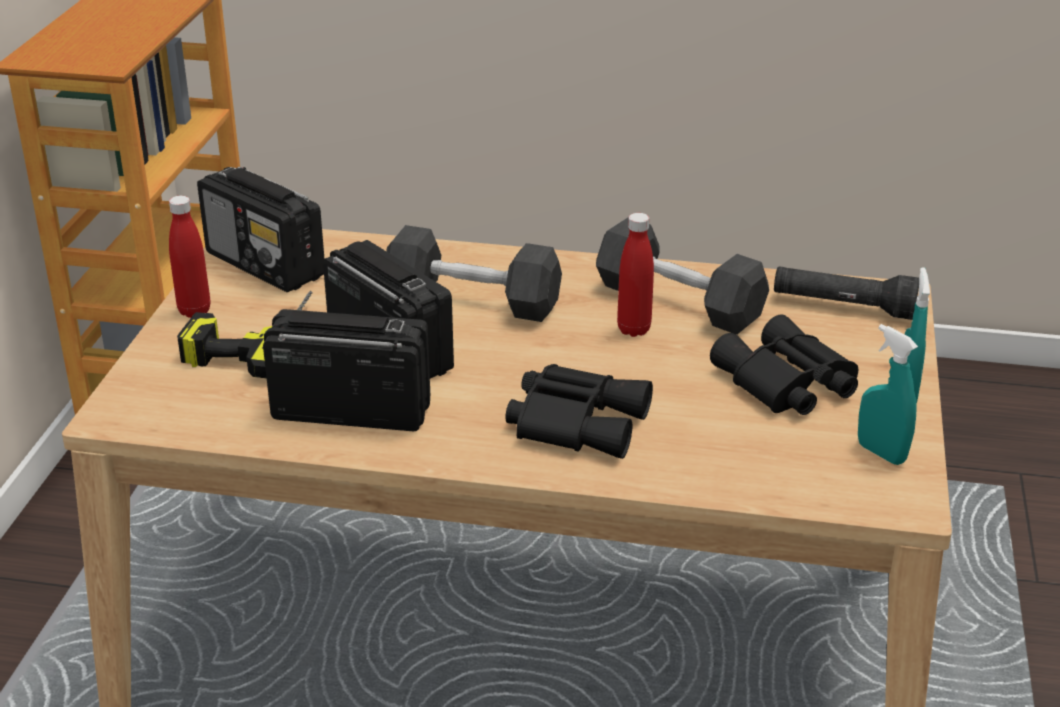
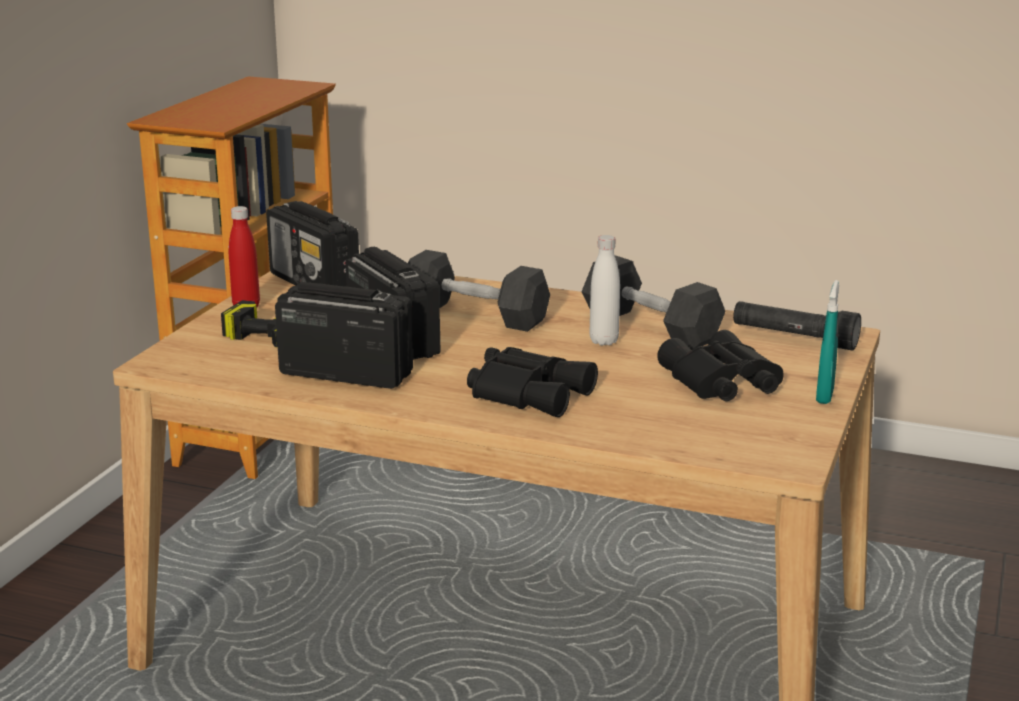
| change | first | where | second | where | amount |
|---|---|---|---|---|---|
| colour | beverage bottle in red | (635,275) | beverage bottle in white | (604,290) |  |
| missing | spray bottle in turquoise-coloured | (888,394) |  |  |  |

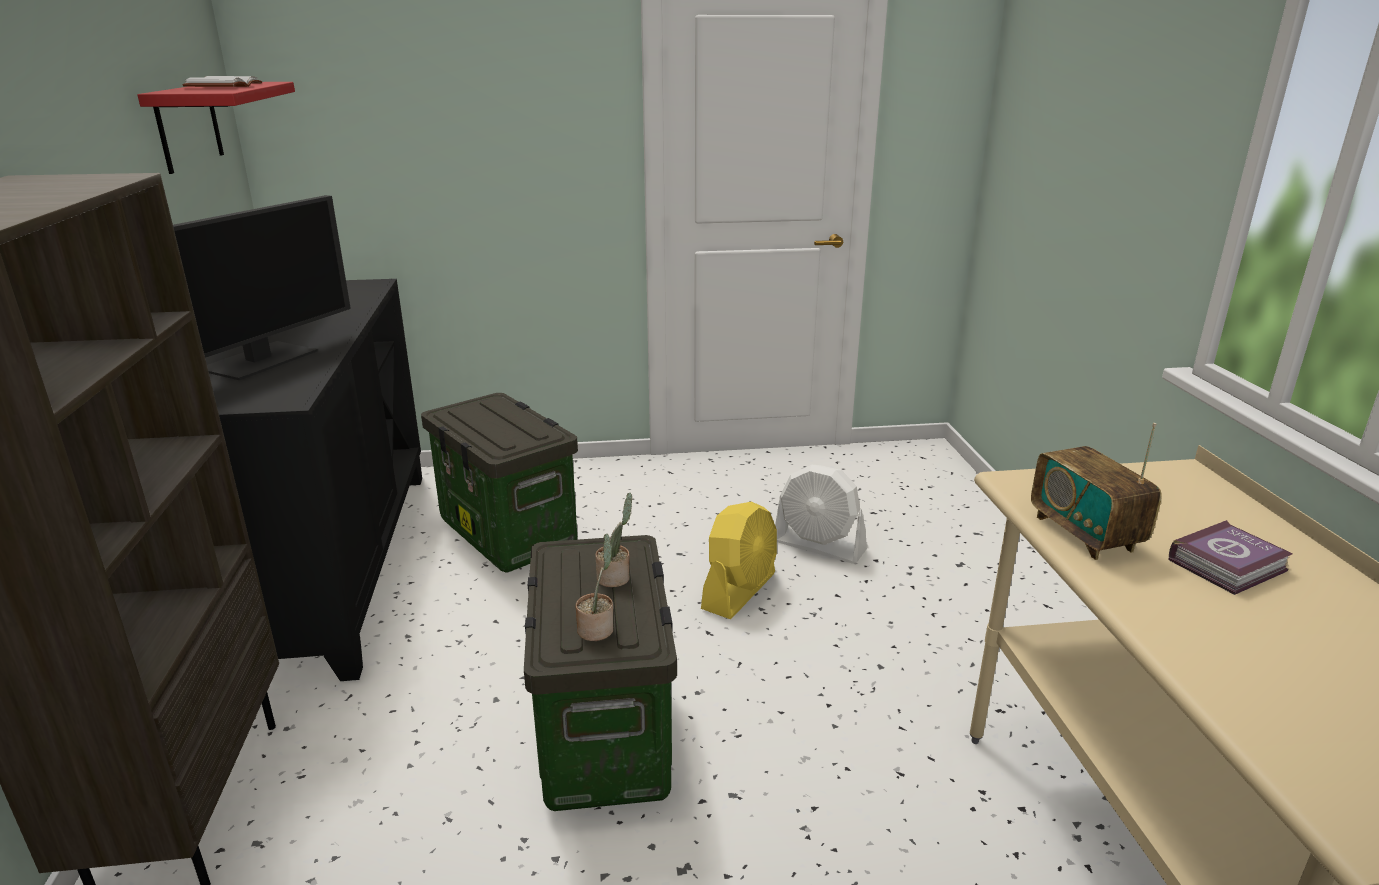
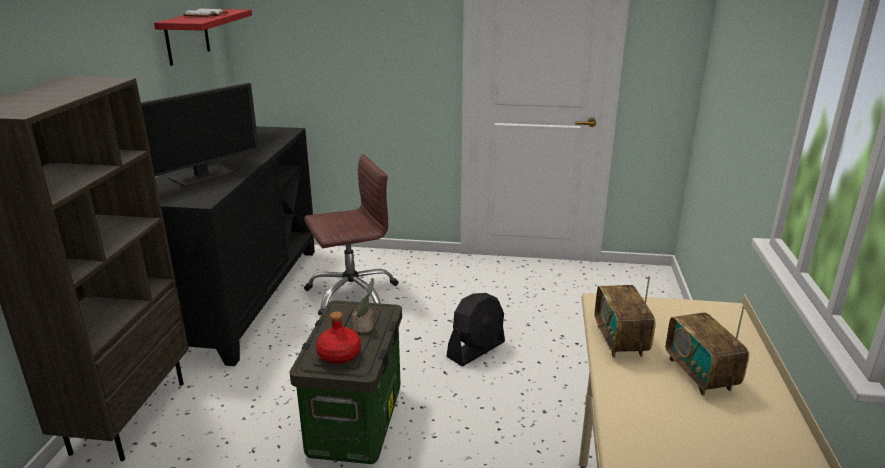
| change | first | where | second | where | amount |
|---|---|---|---|---|---|
| exchanged | storage container | (499,483) | office chair in brown-coloured | (351,234) |  |
| exchanged | potted plant | (594,587) | beverage bottle in red | (338,337) |  |
| colour | fan in yellow-coloured | (739,560) | fan in blackish | (475,329) |  |
| missing | fan in white | (821,514) |  |  |  |
| exchanged | volume | (1231,557) | radio set | (707,351) |  |

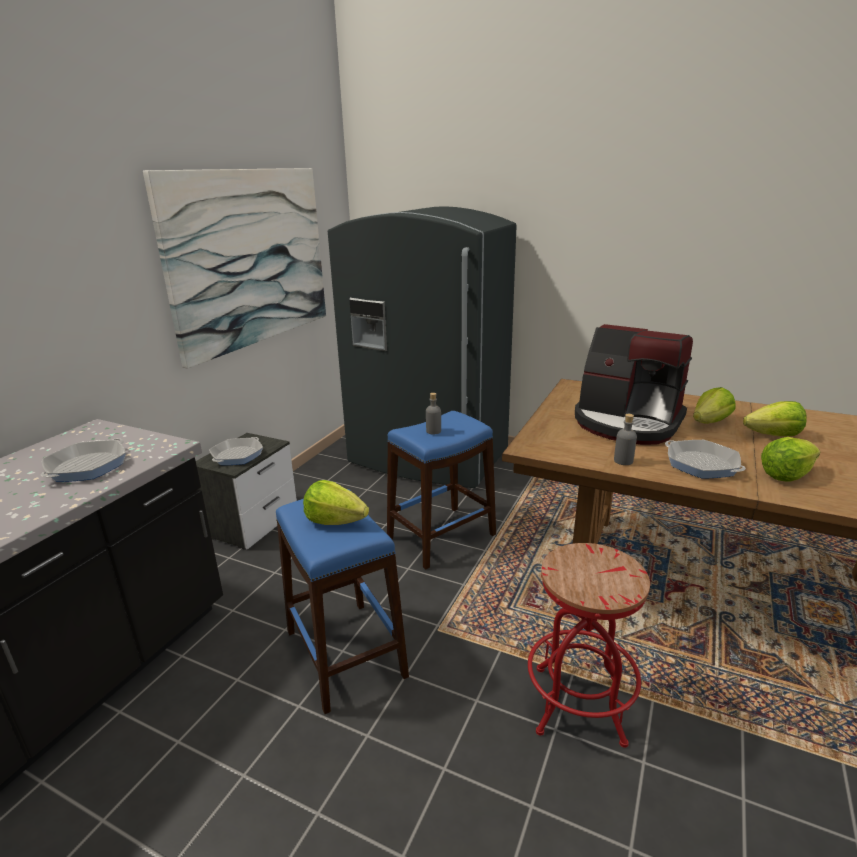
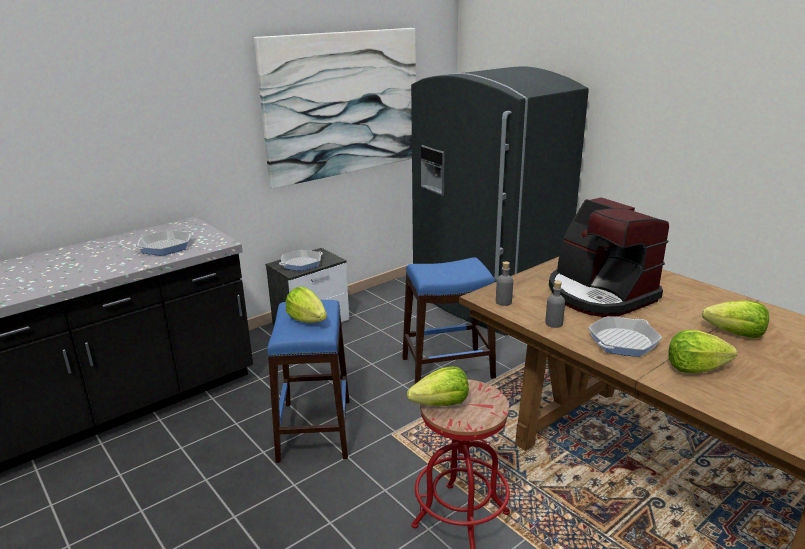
| change | first | where | second | where | amount |
|---|---|---|---|---|---|
| relocated | beverage bottle in grey | (433,413) |  | (504,283) |  |
| spun | skillet | (705,459) |  | (625,336) | 60 degrees clockwise |
| relocated | lettuce | (714,405) |  | (438,386) |  |

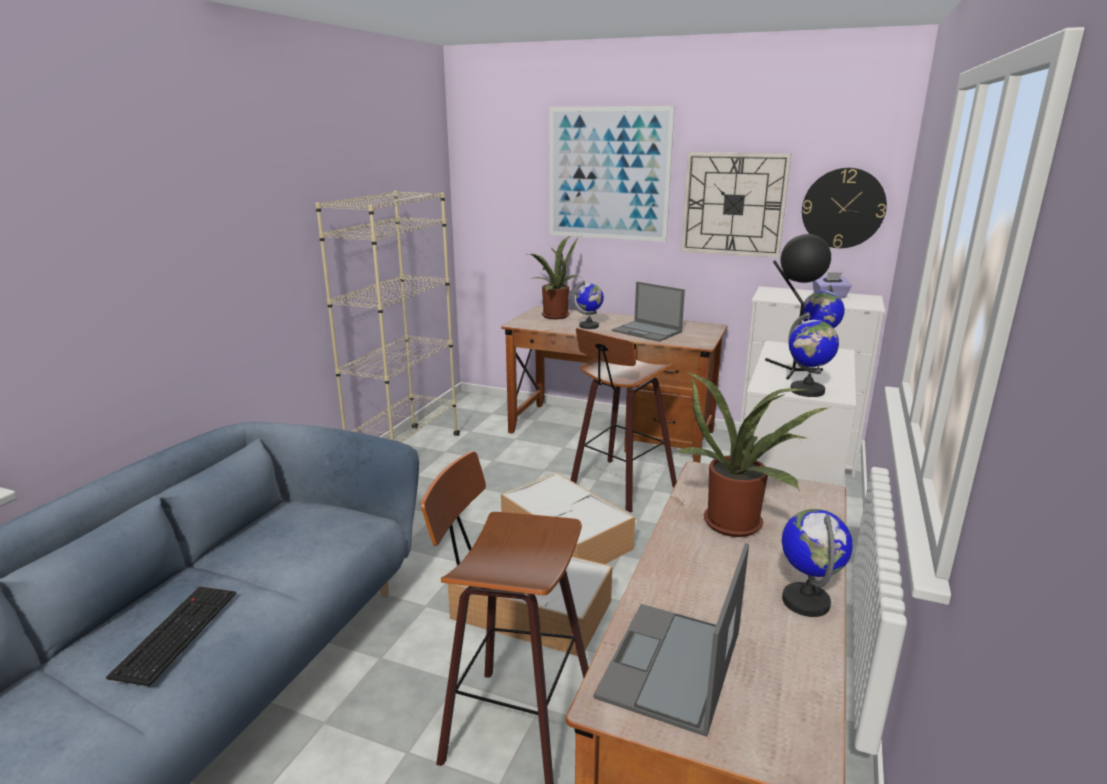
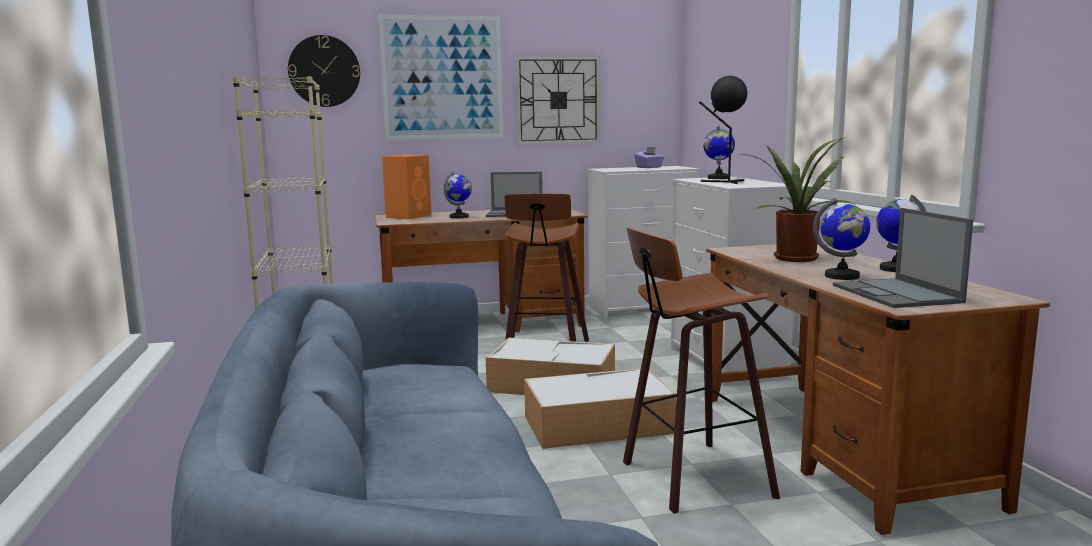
| change | first | where | second | where | amount |
|---|---|---|---|---|---|
| missing | keyboard | (171,636) |  |  |  |
| exchanged | potted plant | (555,277) | speaker in orange-coloured | (407,187) |  |
| relocated | globe | (813,354) |  | (841,239) |  |
| relocated | clock on the wall | (844,208) |  | (324,71) |  |

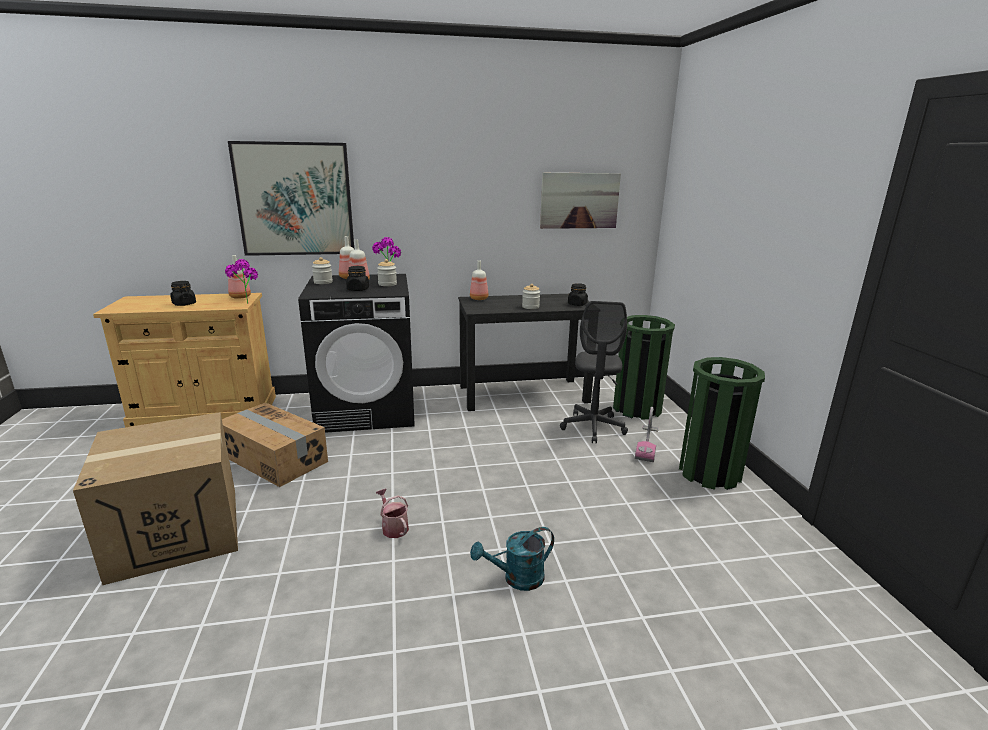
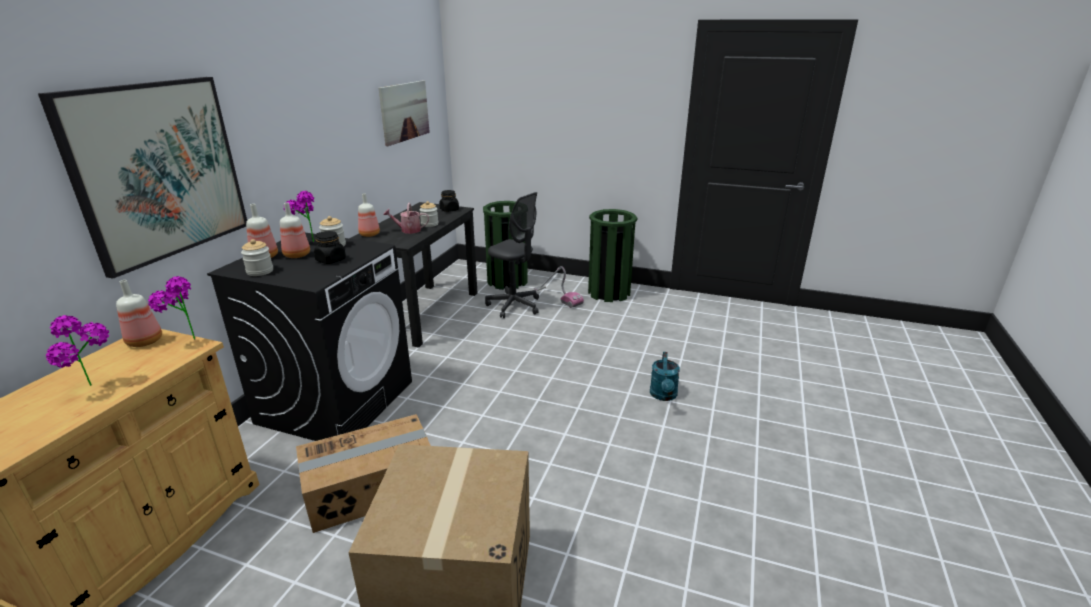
| change | first | where | second | where | amount |
|---|---|---|---|---|---|
| exchanged | storage jar in blackish | (183,293) | potted plant | (77,350) |  |
| relocated | watering can | (392,513) |  | (406,218) |  |

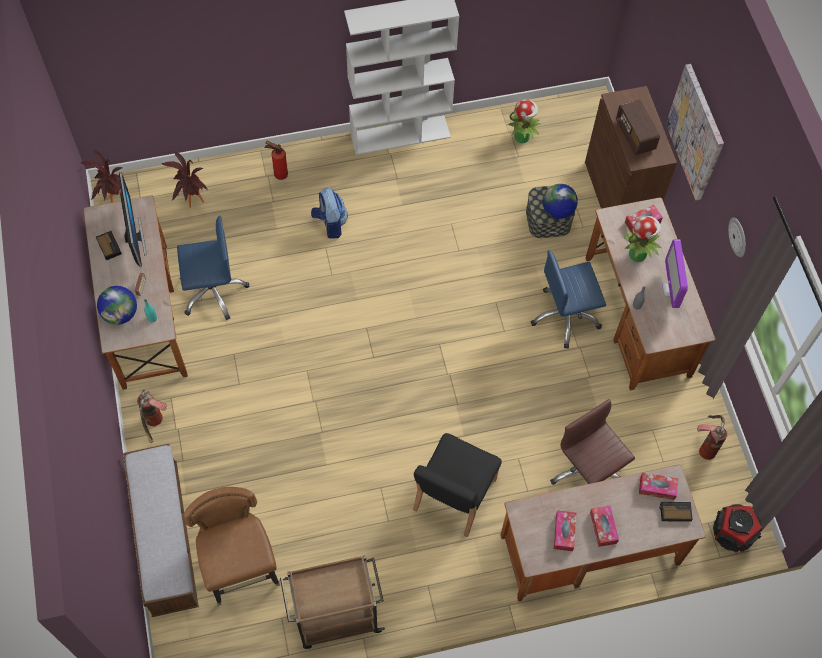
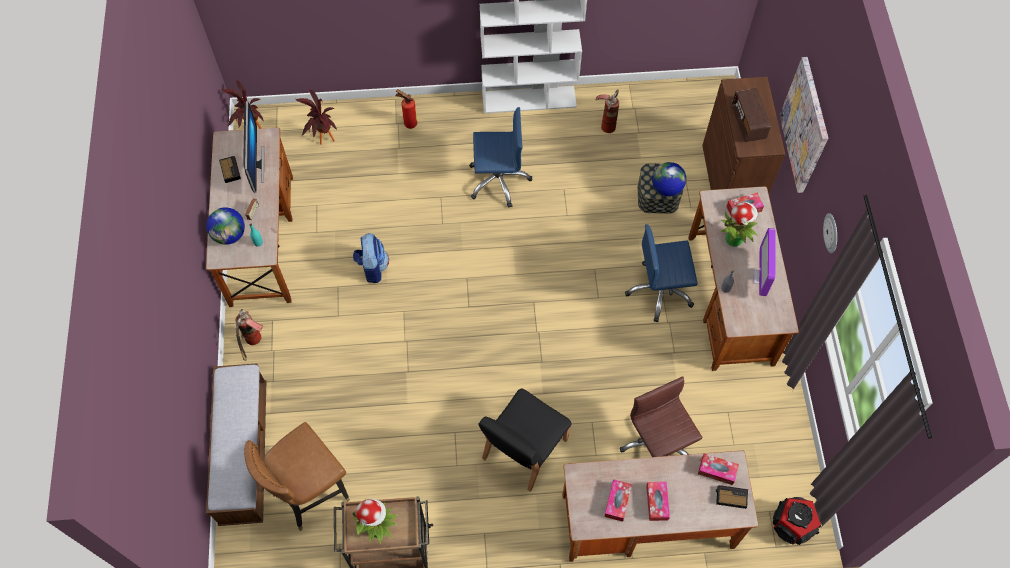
| change | first | where | second | where | amount |
|---|---|---|---|---|---|
| relocated | office chair in blue | (213,267) |  | (500,157) |  |
| spun | upright chair in brown-coloured | (231,546) |  | (297,476) | 120 degrees counterclockwise |
| relocated | backpack | (329,213) |  | (371,258) |  |
| relocated | potted plant | (524,121) |  | (375,521) |  |
| relocated | fire-fighting cylinder | (712,437) |  | (607,111) |  |

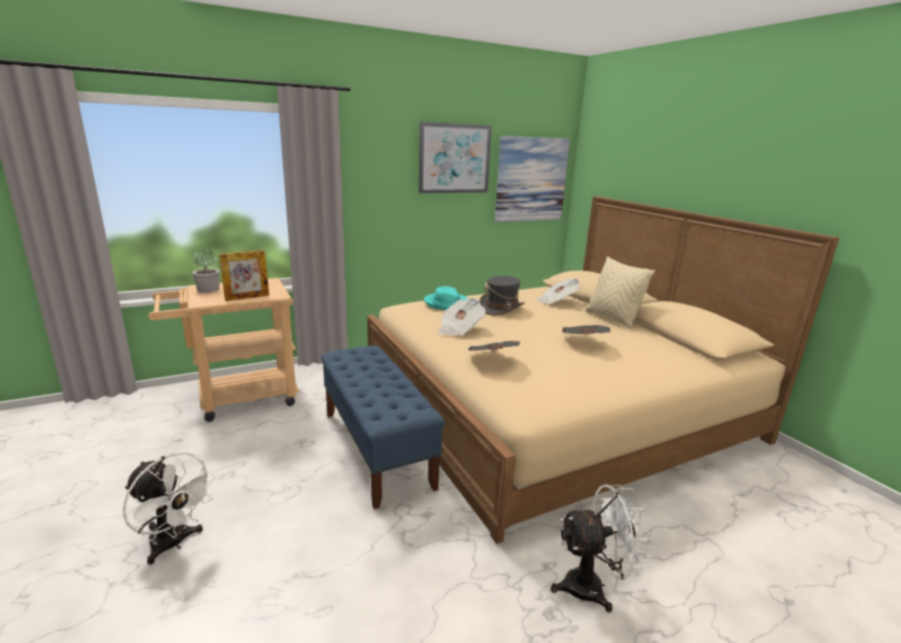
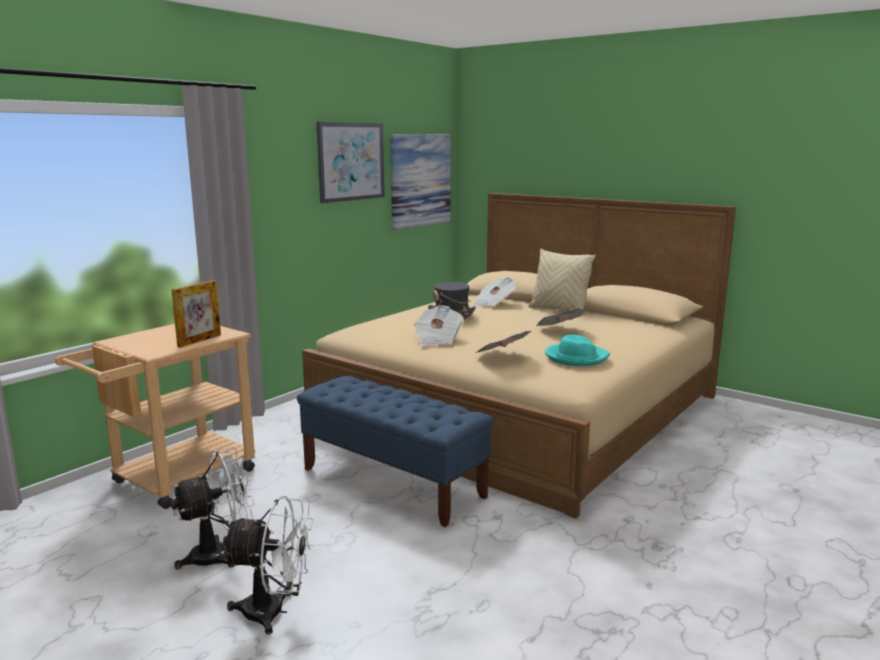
| change | first | where | second | where | amount |
|---|---|---|---|---|---|
| missing | potted plant | (206,270) |  |  |  |
| relocated | hat in turquoise-coloured | (446,298) |  | (577,350) |  |
| relocated | fan in white | (602,548) |  | (212,508) |  |

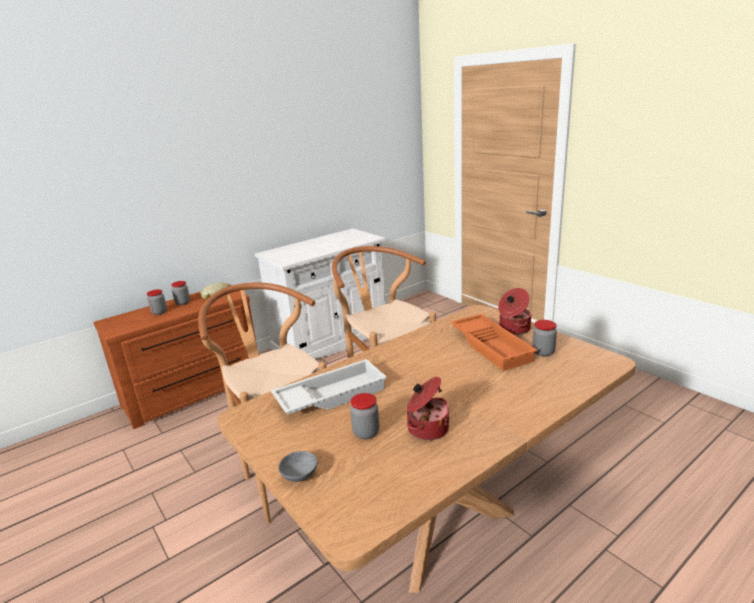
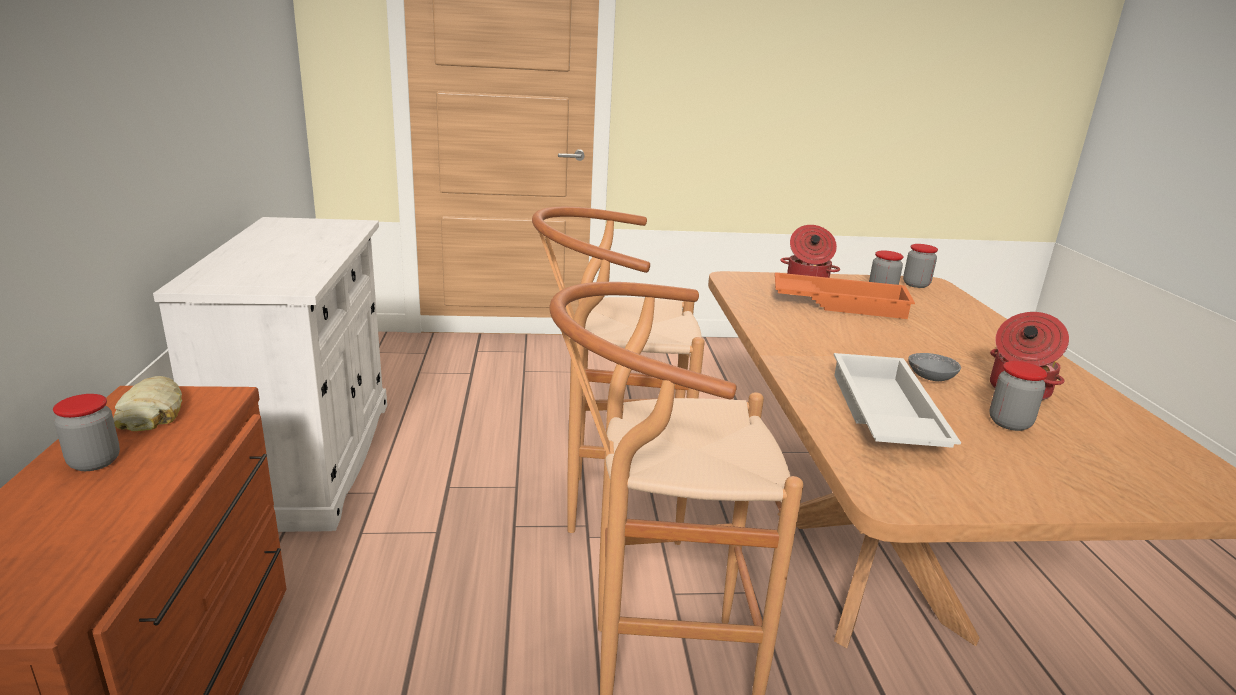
| change | first | where | second | where | amount |
|---|---|---|---|---|---|
| relocated | storage jar | (157,302) |  | (920,266) |  |
| relocated | serving bowl in grey | (297,466) |  | (934,367) |  |

